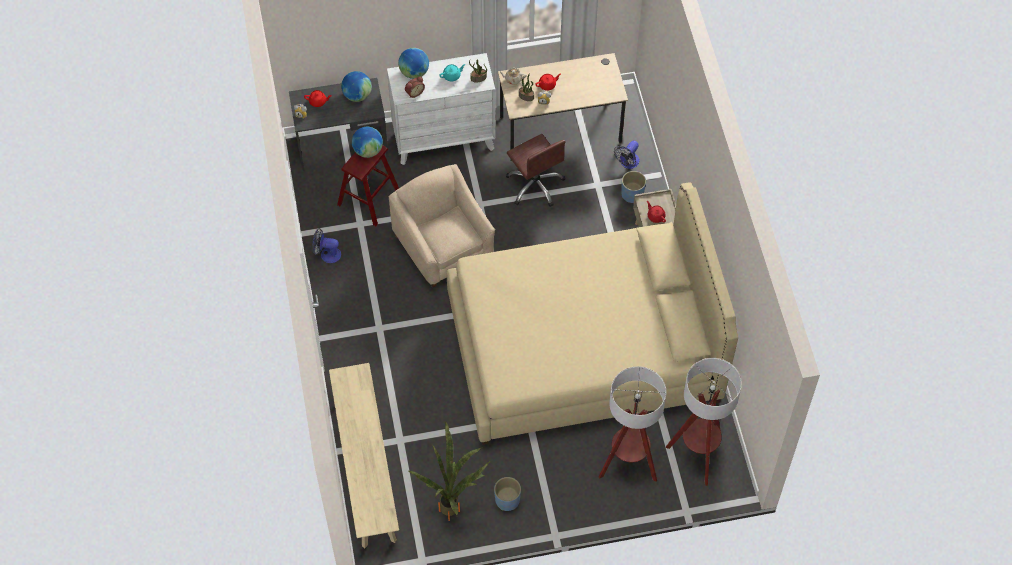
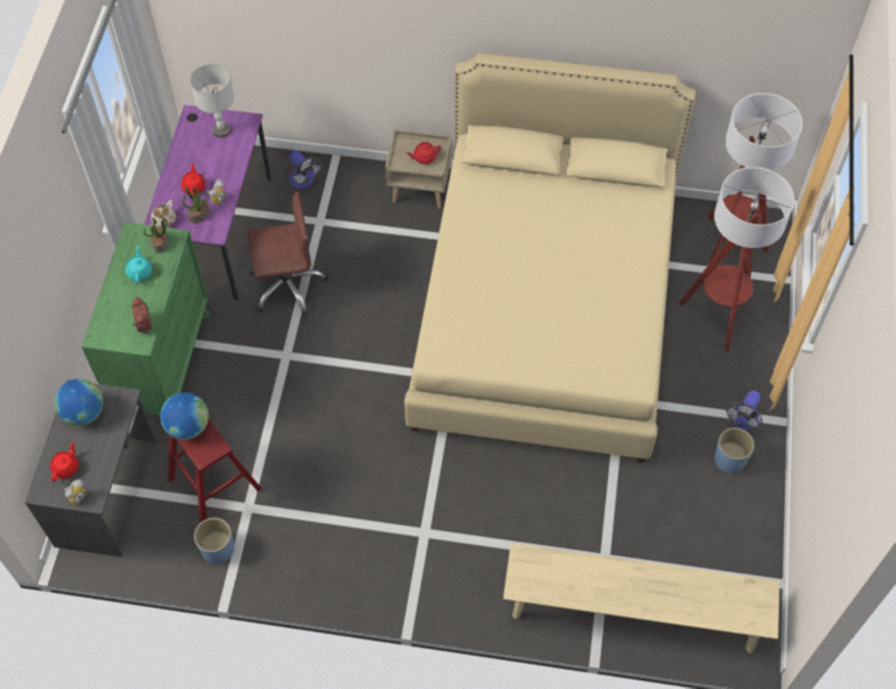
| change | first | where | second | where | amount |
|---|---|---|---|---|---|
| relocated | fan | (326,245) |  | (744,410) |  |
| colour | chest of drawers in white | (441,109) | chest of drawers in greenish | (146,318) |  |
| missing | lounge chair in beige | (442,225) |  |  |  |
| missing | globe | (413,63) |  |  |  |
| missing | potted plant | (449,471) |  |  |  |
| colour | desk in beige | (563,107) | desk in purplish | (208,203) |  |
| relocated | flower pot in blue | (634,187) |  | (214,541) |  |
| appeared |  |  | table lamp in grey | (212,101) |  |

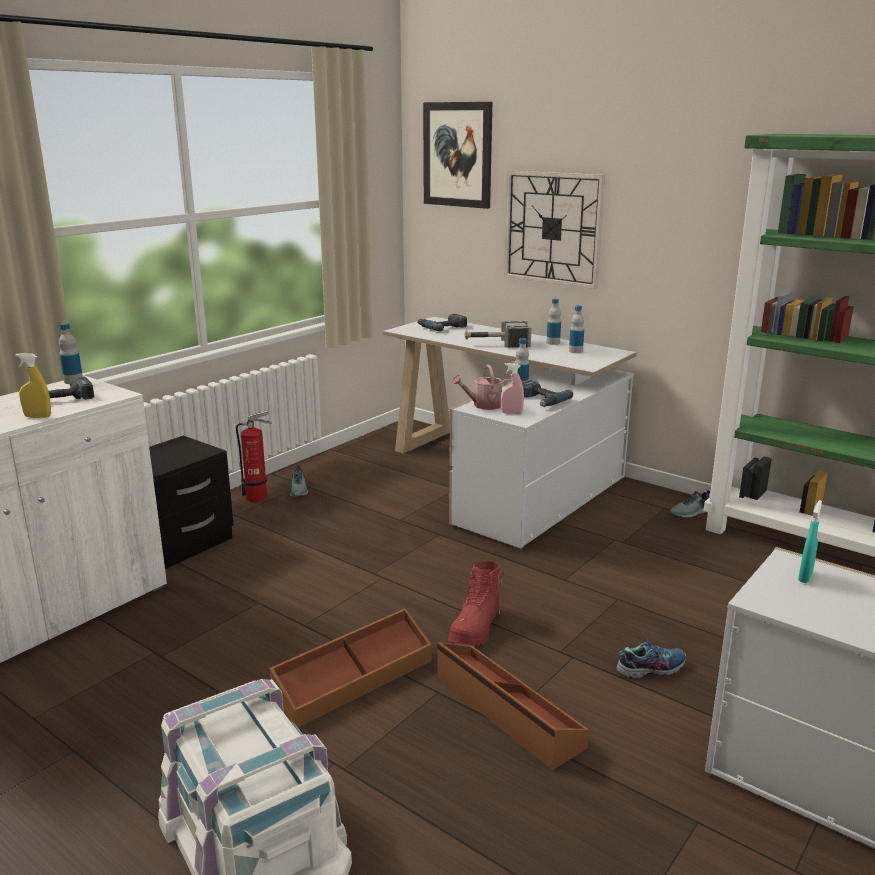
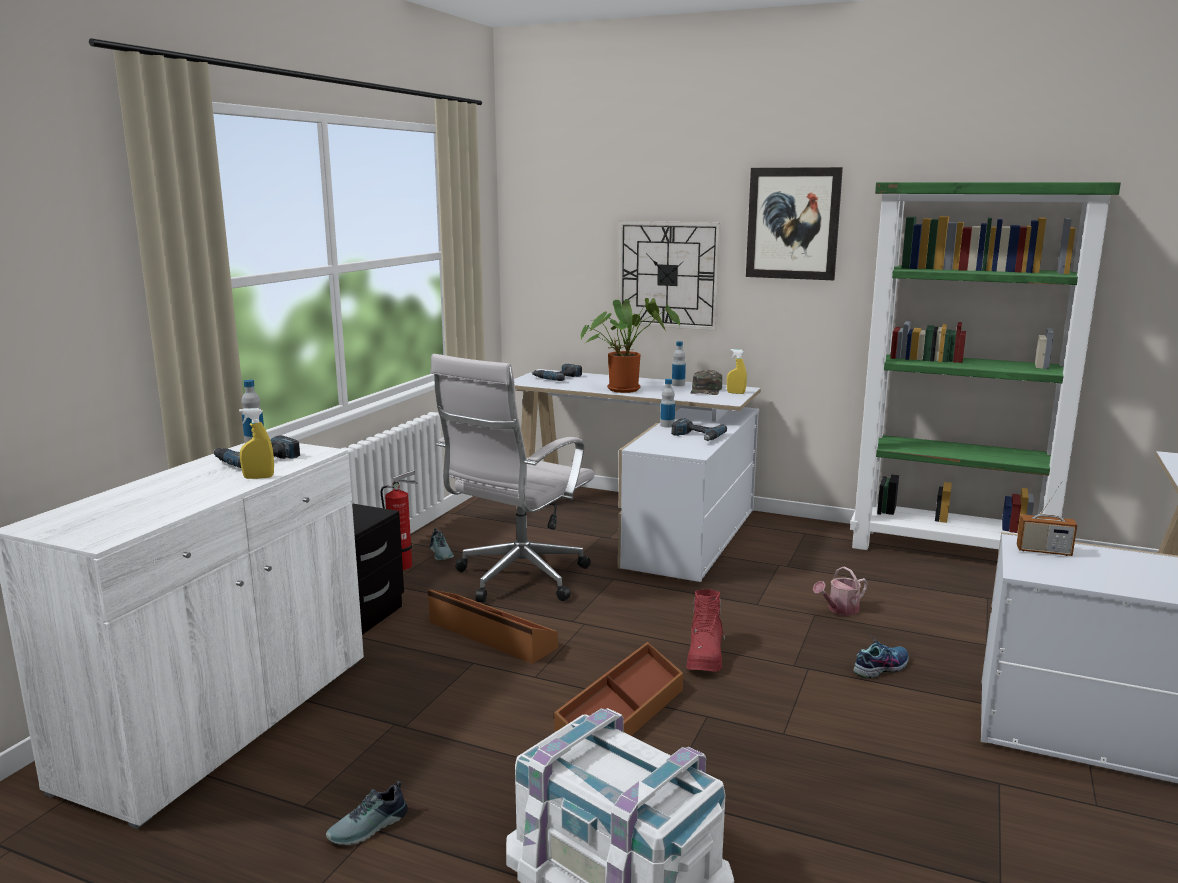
| change | first | where | second | where | amount |
|---|---|---|---|---|---|
| relocated | wall art | (457,155) |  | (794,223) |  |
| relocated | storage container in brown-coloured | (513,706) |  | (493,627) |  |
| relocated | watering can | (481,387) |  | (840,591) |  |
| exchanged | hammer | (498,334) | potted plant | (630,345) |  |
| missing | spray bottle in pink-coloured | (512,388) |  |  |  |
| exchanged | beverage bottle | (576,329) | peaked cap in greenish | (706,382) |  |
| relocated | item of footwear | (689,504) |  | (367,813) |  |
| exchanged | spray bottle in turquoise-coloured | (810,541) | radio set | (1047,518) |  |
| appeared |  |  | office chair in white | (512,478) |  |
| appeared |  |  | spray bottle in yellow-coloured | (737,371) |  |

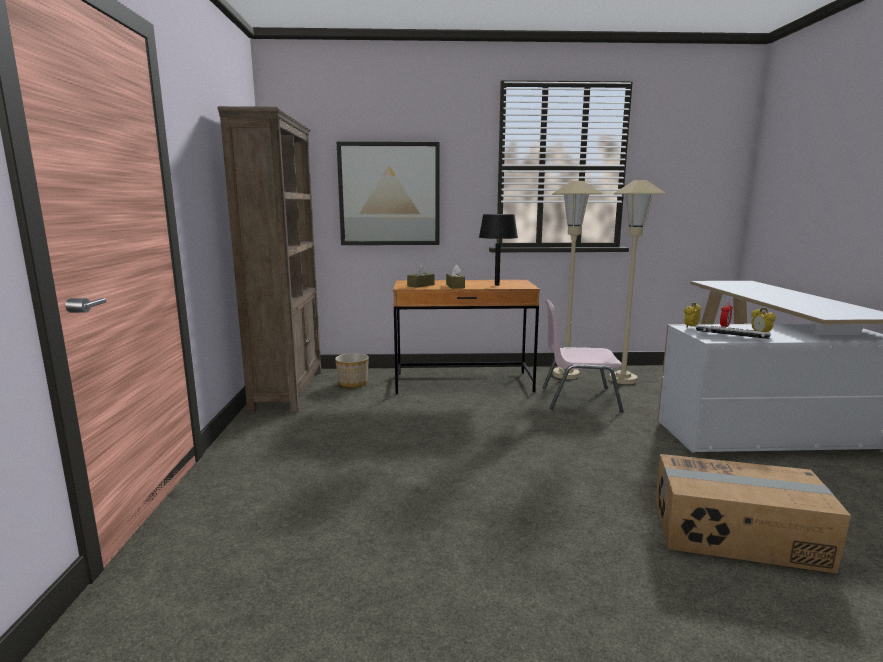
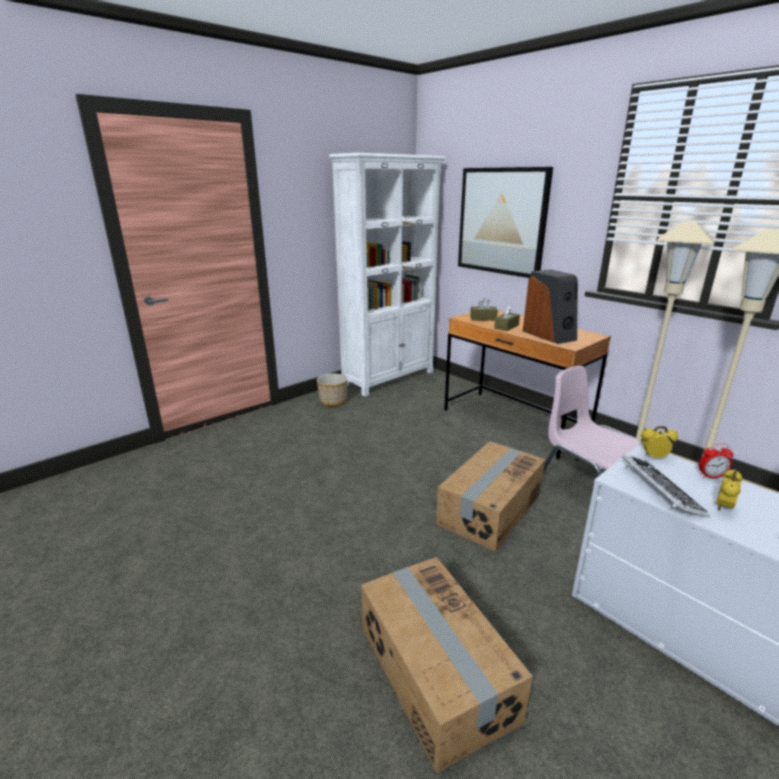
| change | first | where | second | where | amount |
|---|---|---|---|---|---|
| colour | shelving unit in brown-coloured | (270,259) | shelving unit in white | (387,275) |  |
| relocated | flower pot | (352,370) |  | (332,389) |  |
| exchanged | table lamp in blackish | (498,250) | speaker | (550,306) |  |
| appeared |  |  | carton | (490,496) |  |

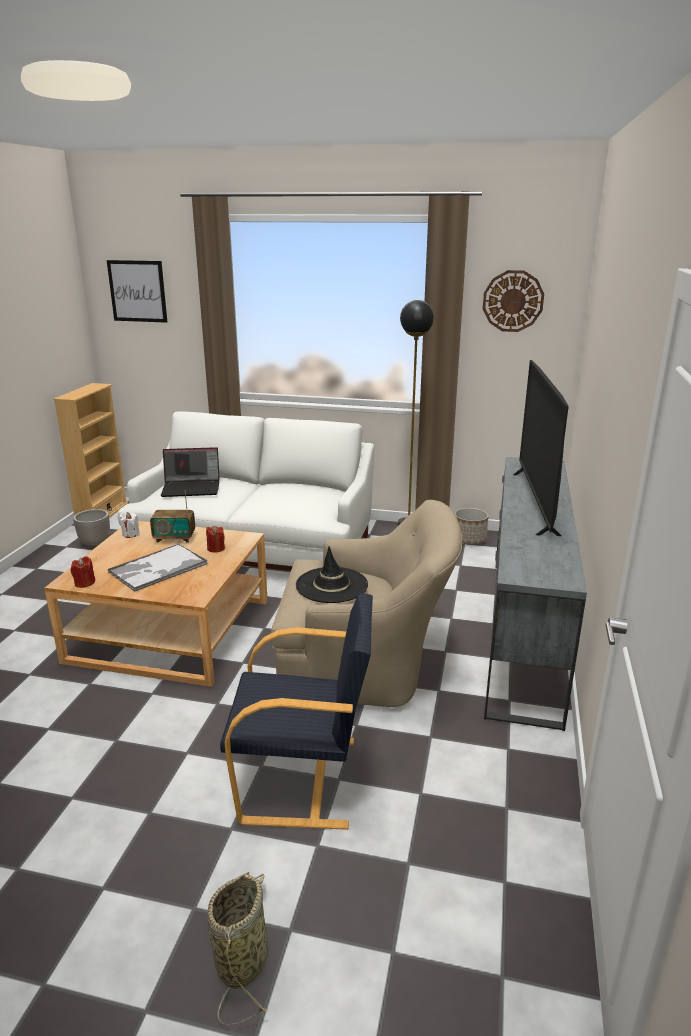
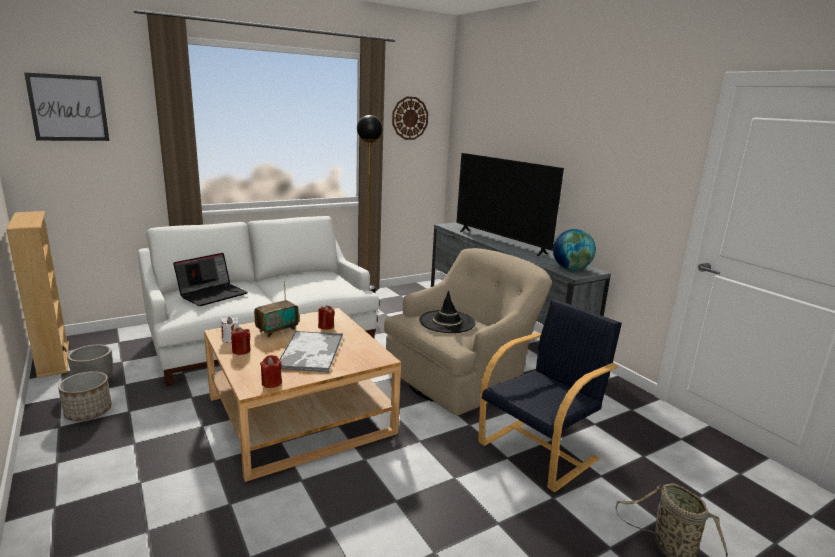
| change | first | where | second | where | amount |
|---|---|---|---|---|---|
| relocated | flower pot | (472,526) |  | (85,396) |  |
| appeared |  |  | candle in red | (241,341) |  |
| appeared |  |  | globe | (574,249) |  |

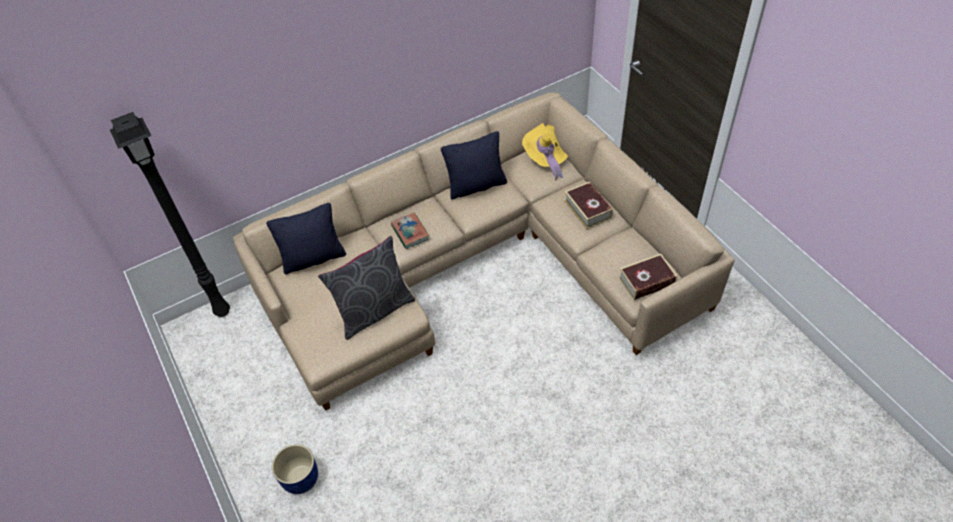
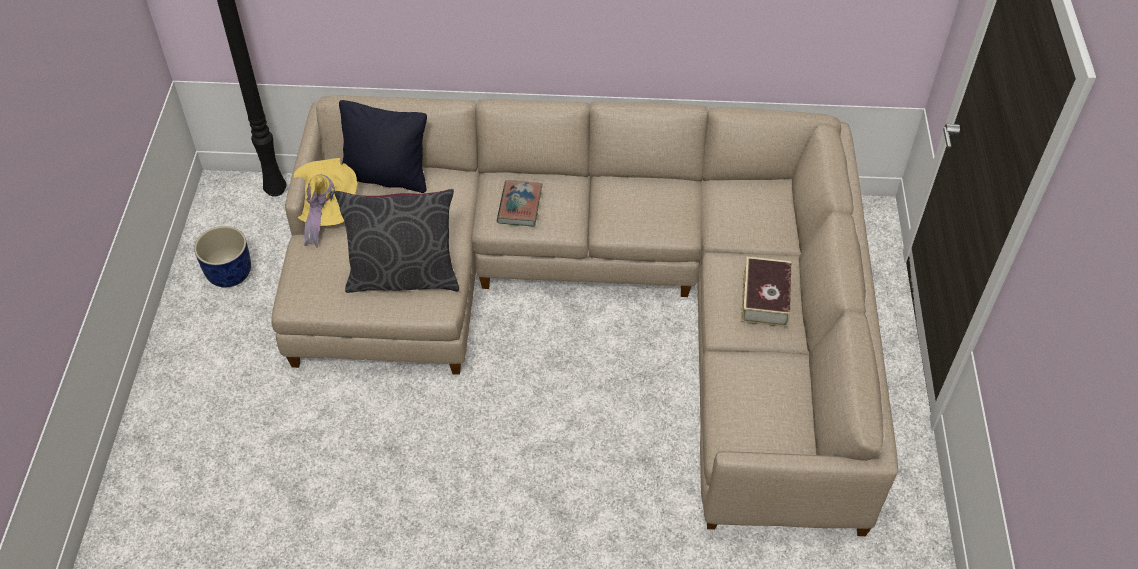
| change | first | where | second | where | amount |
|---|---|---|---|---|---|
| relocated | flower pot in blue | (295,469) |  | (222,256) |  |
| missing | pillow in blackish | (474,165) |  |  |  |
| relocated | hat in yellow-coloured | (545,152) |  | (325,203) |  |
| missing | volume | (647,277) |  |  |  |

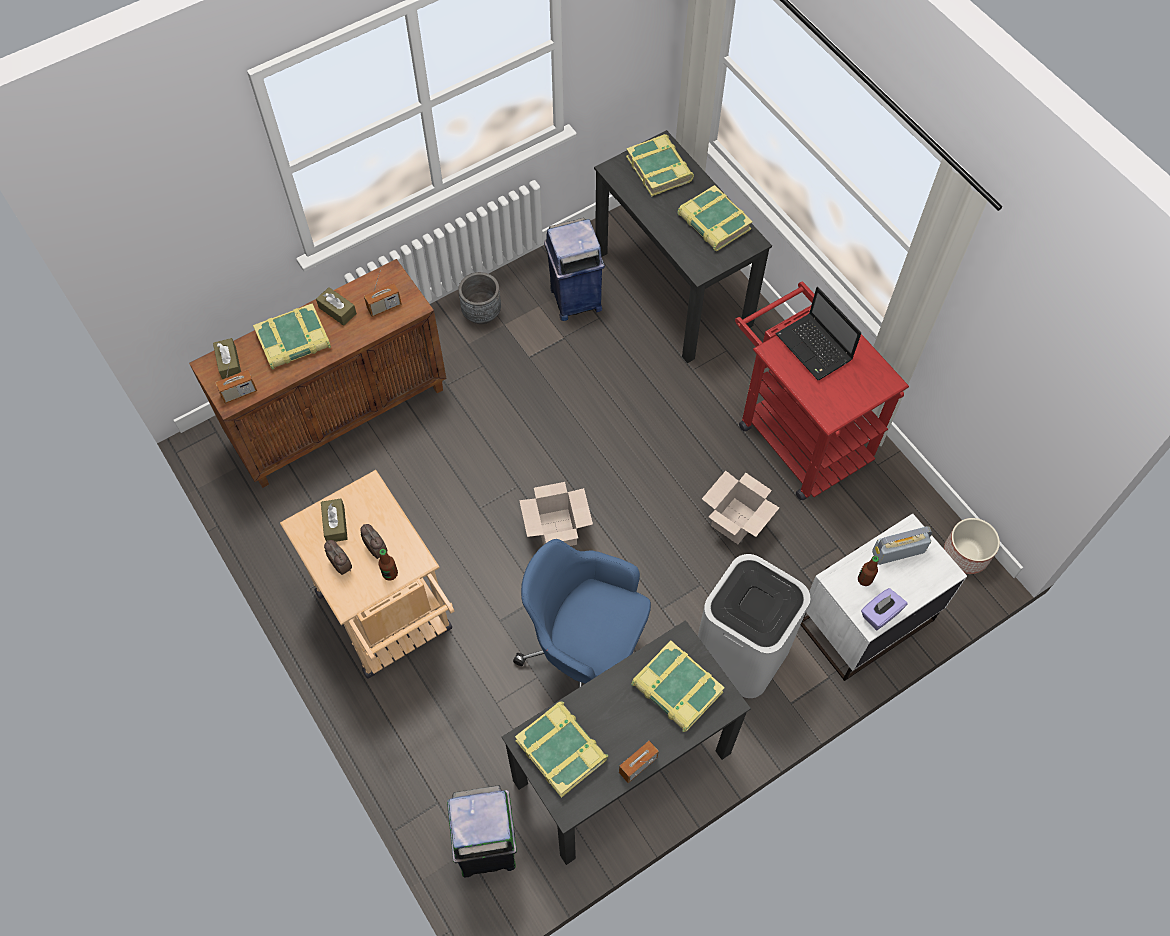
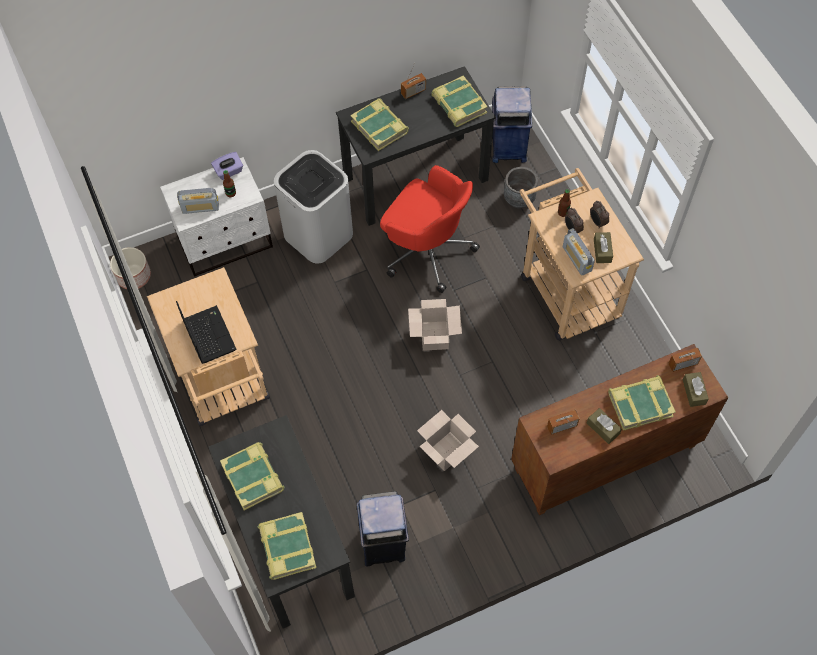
| change | first | where | second | where | amount |
|---|---|---|---|---|---|
| colour | waste bin in greenish | (482,831) | waste bin in blue | (512,124) |  |
| relocated | flower pot in grey | (479,298) |  | (521,187) |  |
| colour | office chair in blue | (582,613) | office chair in red | (430,229) |  |
| relocated | carton | (740,507) |  | (448,440) |  |
| colour | trolley in red | (822,391) | trolley in beige | (208,346) |  |
| appeared |  |  | radio set | (579,252) |  |

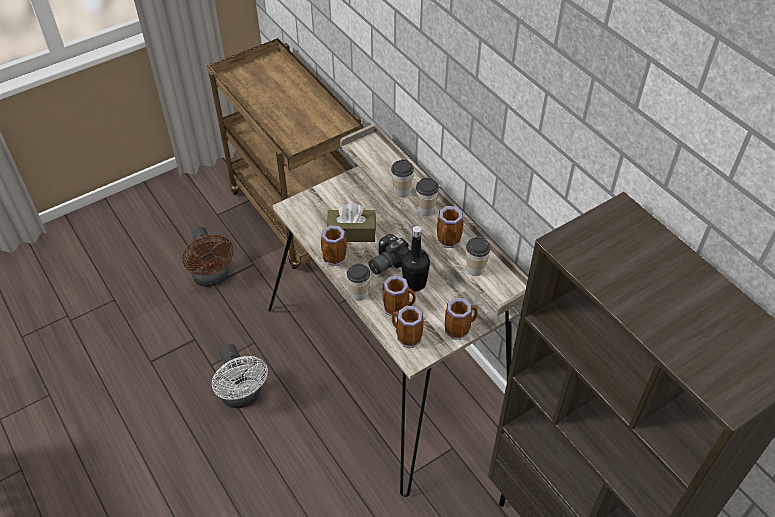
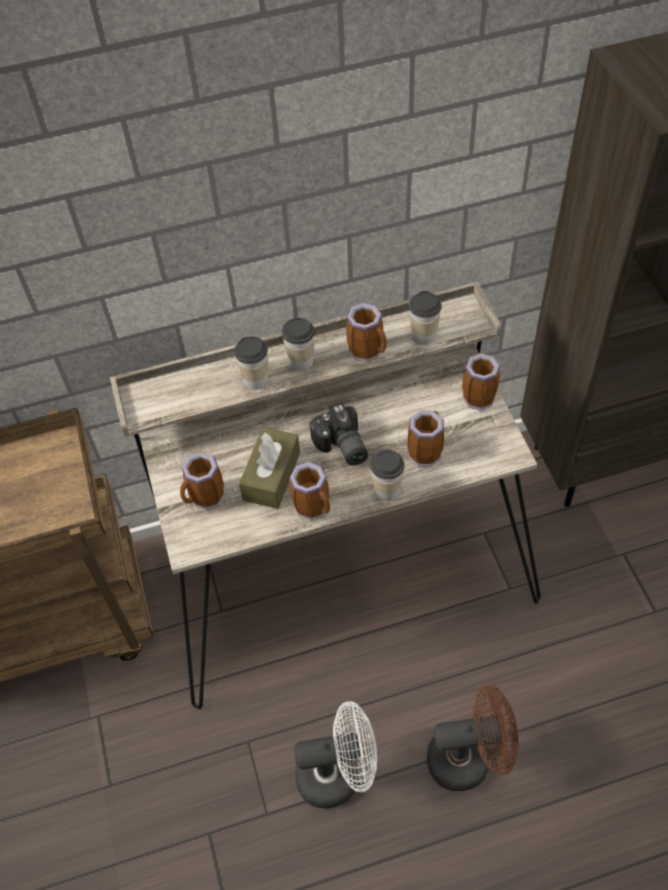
| change | first | where | second | where | amount |
|---|---|---|---|---|---|
| relocated | fan in brown-coloured | (208,257) |  | (473,738) |  |
| relocated | coffee mug | (408,327) |  | (202,481) |  |
| missing | beverage bottle in blackish | (415,259) |  |  |  |

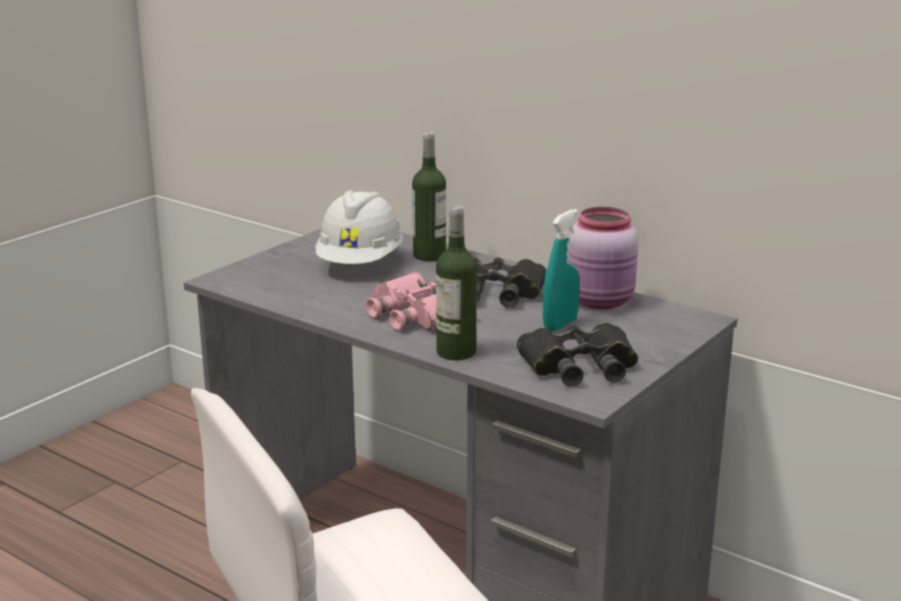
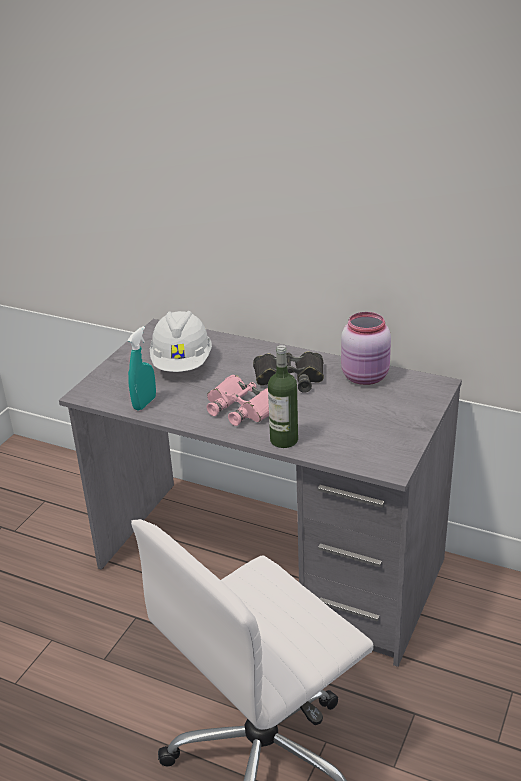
| change | first | where | second | where | amount |
|---|---|---|---|---|---|
| missing | beverage bottle | (429,196) |  |  |  |
| missing | pair of binoculars in blackish | (577,354) |  |  |  |
| relocated | spray bottle in turquoise-coloured | (561,270) |  | (141,368) |  |

